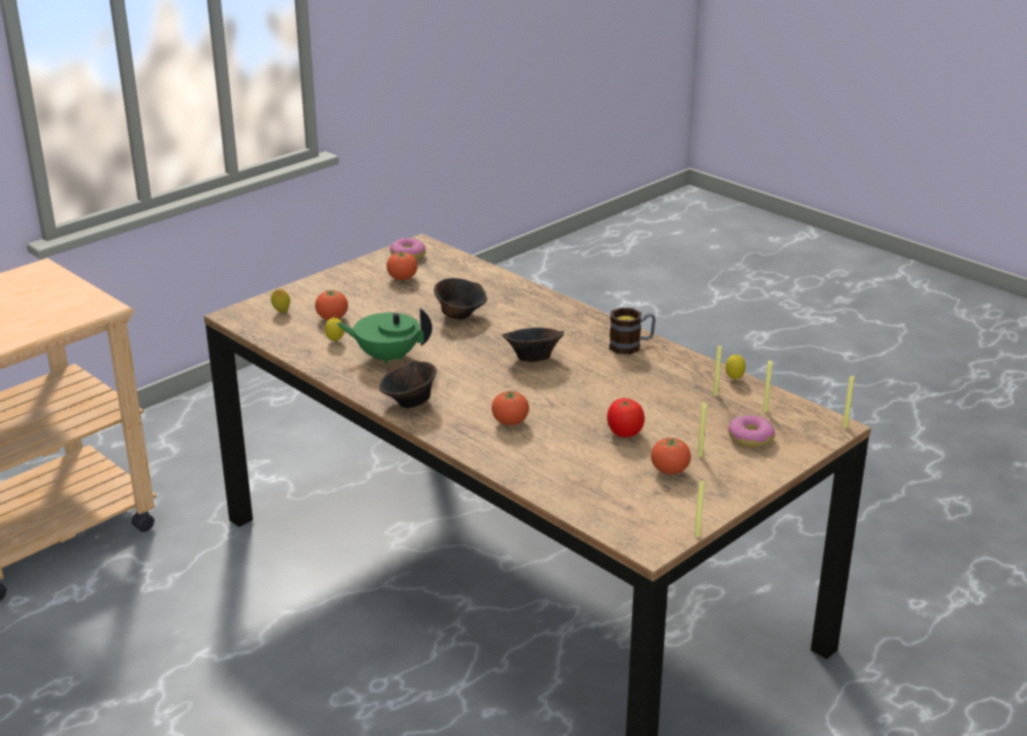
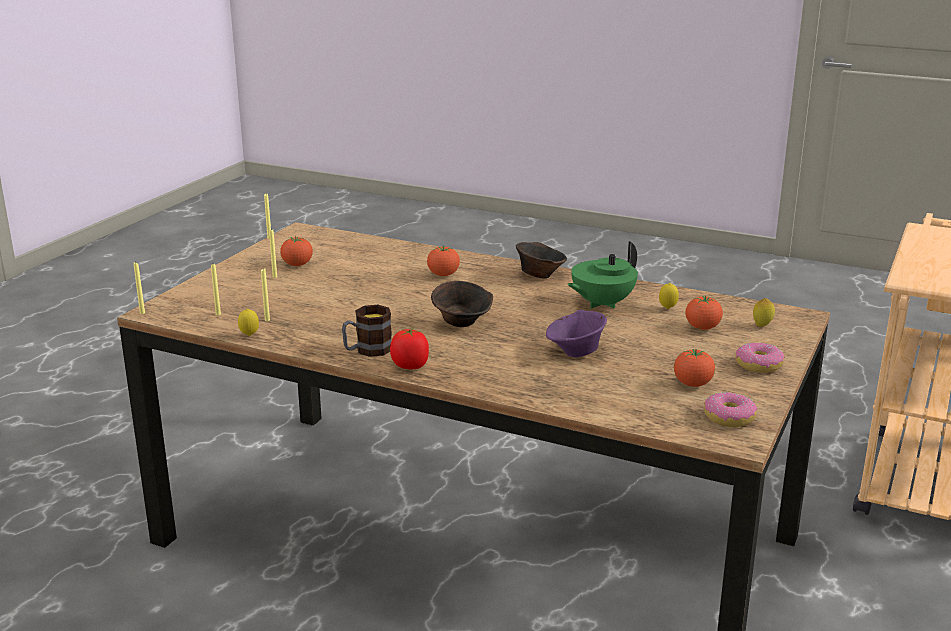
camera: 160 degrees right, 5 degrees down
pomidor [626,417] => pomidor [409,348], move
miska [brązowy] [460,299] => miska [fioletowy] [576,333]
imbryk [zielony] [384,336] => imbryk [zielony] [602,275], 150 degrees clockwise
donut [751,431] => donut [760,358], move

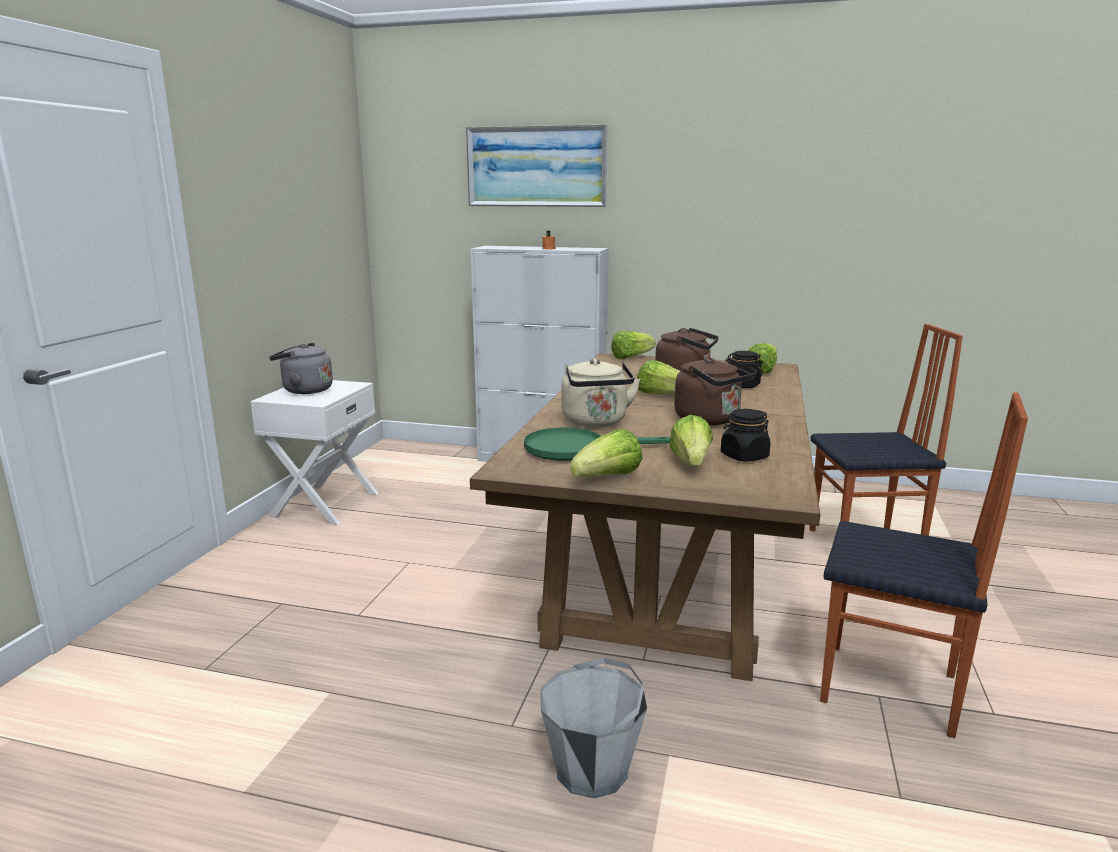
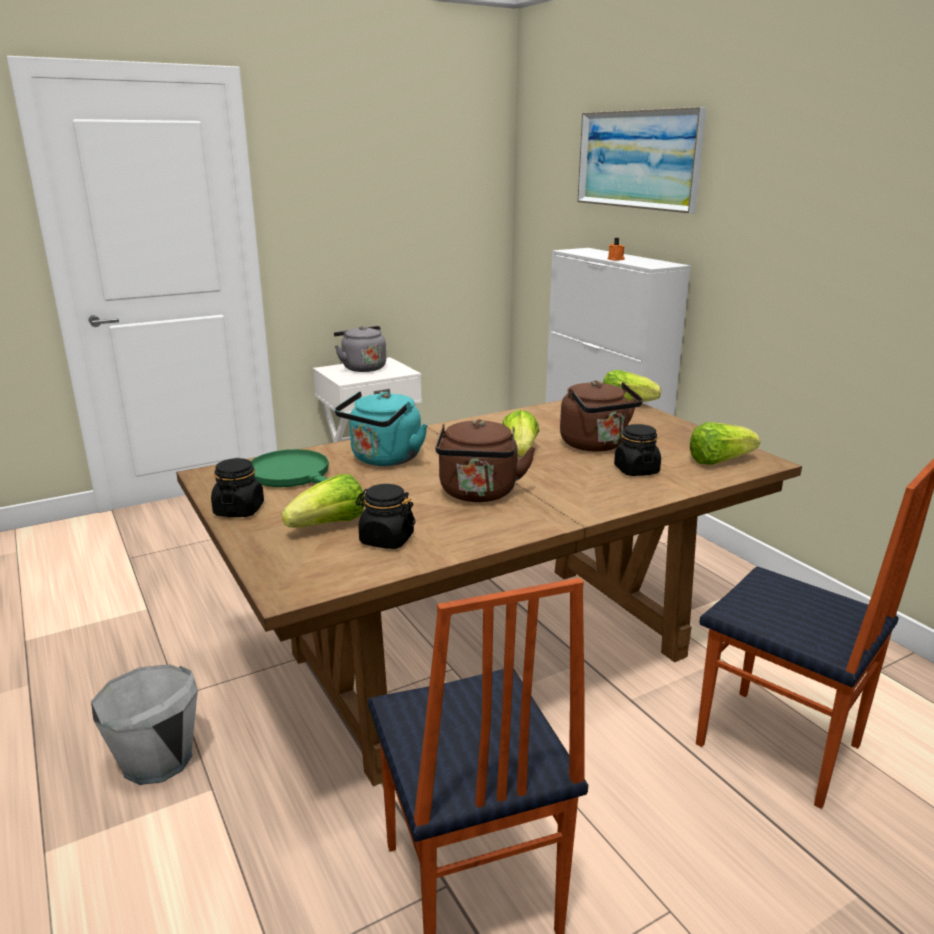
camera: 45 degrees right, 5 degrees up
sałata [606,453] => słoik [czarny] [237,487]
czajnik [beżowy] [601,392] => czajnik [turkusowy] [381,428]

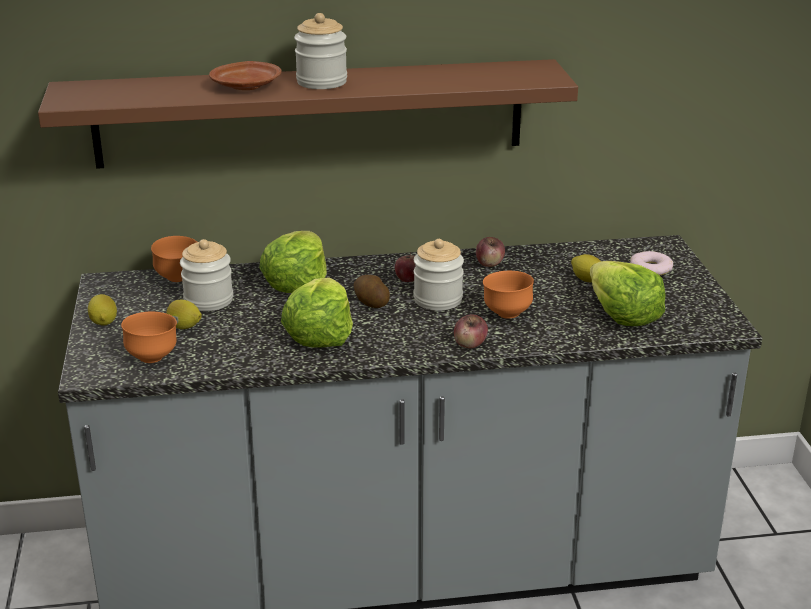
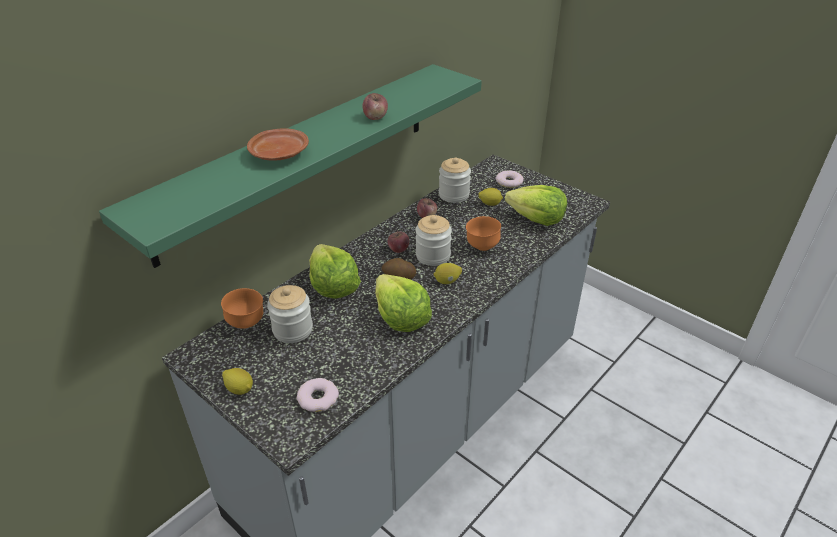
camera: 40 degrees left, 10 degrees up
półka [brązowy] [308,114] => półka [zielony] [290,166]
miska [pomarańczowy] [149,337] => donut [318,395]
jabłko [471,331] => jabłko [375,106], move
cytryna [184,314] => cytryna [447,273], move
słoik [320,51] => słoik [455,180], move

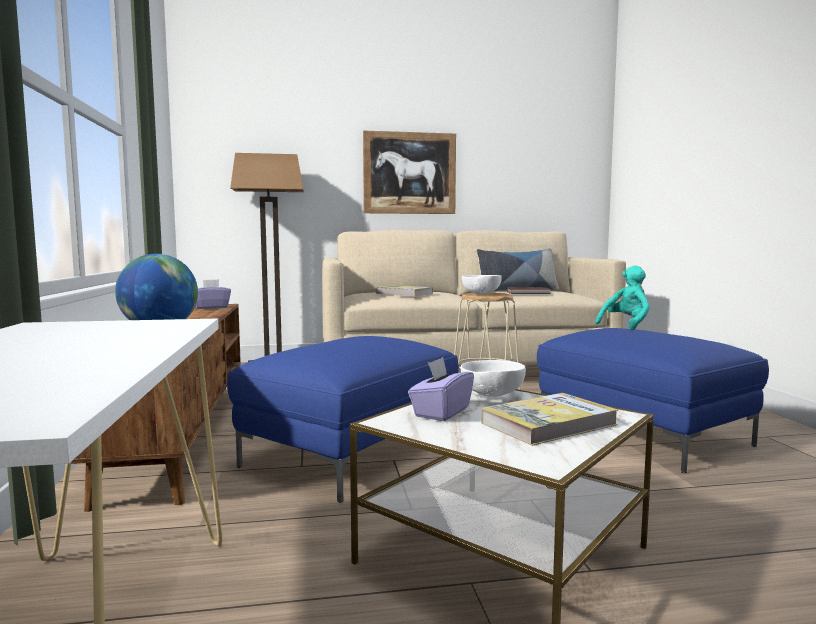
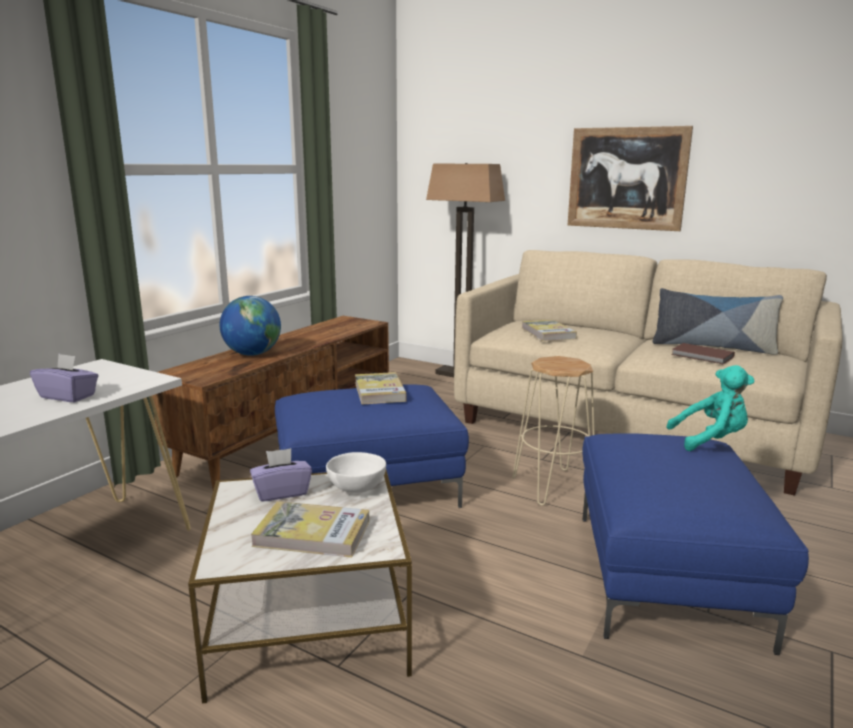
camera: 40 degrees right, 10 degrees up
pudełko chusteczek [fioletowy] [213,294] => pudełko chusteczek [fioletowy] [64,378], move
nothing => książka [380,388]
miska [biały] [482,284] => nothing

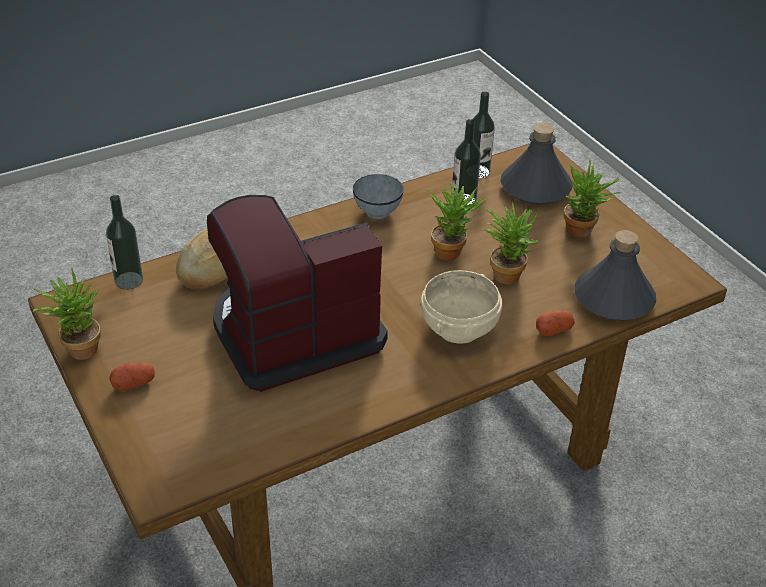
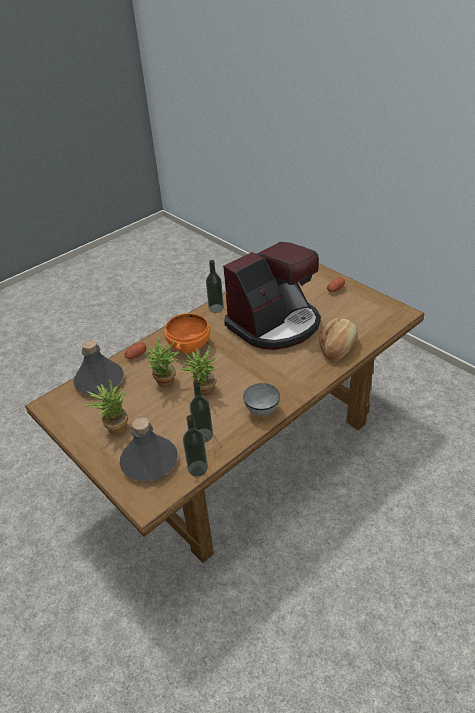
camera: 170 degrees right, 0 degrees up
miska [beżowy] [461,307] => miska [pomarańczowy] [187,333]
butelka [124,242] => butelka [215,286], move
roślina doniczkowa [67,313] => nothing

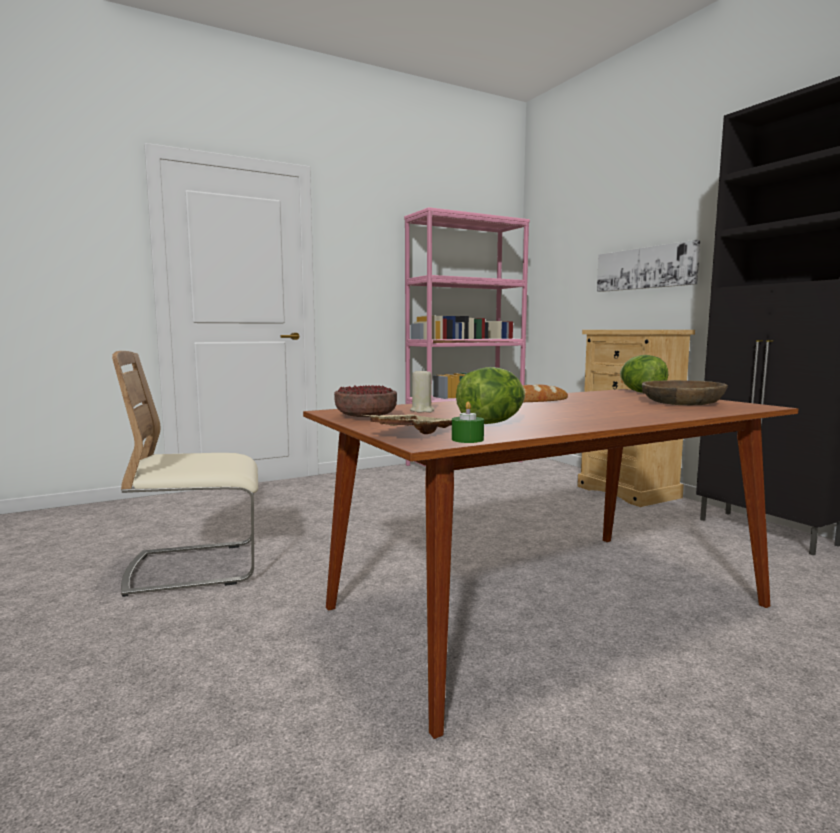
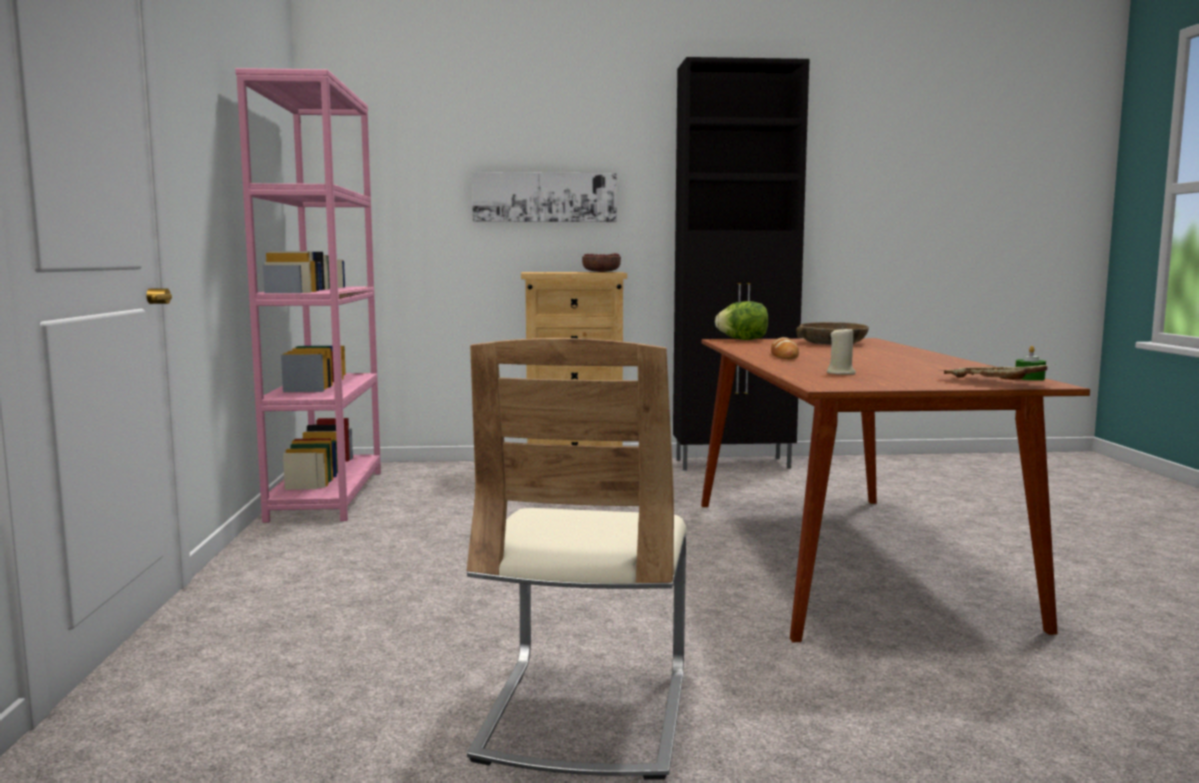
camera: 65 degrees left, 0 degrees up
miska [365,401] => miska [601,262], move
sałata [490,395] => nothing

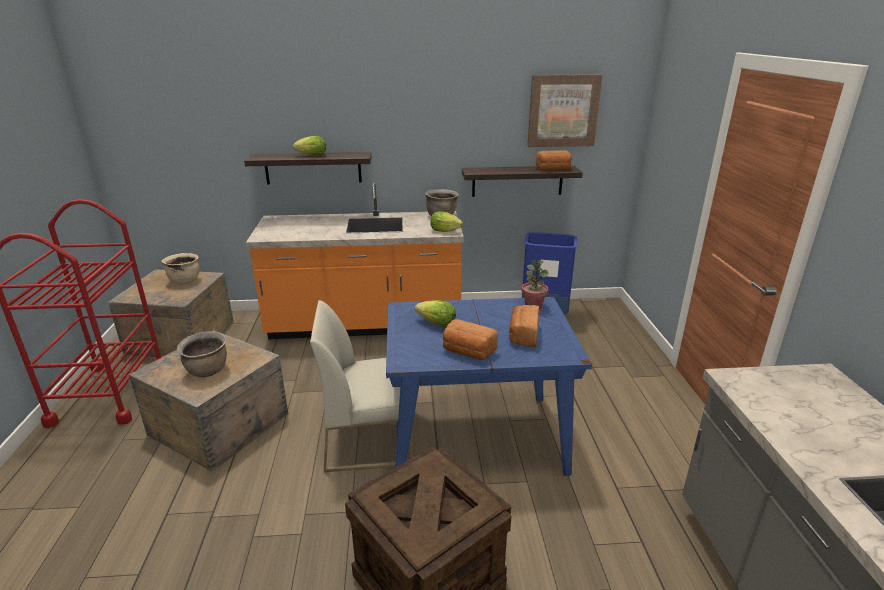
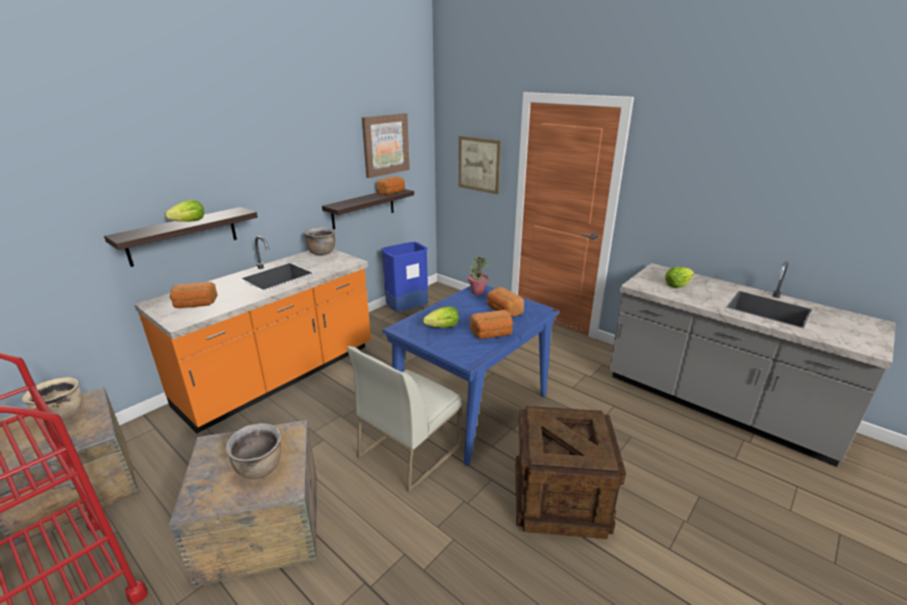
camera: 45 degrees left, 0 degrees up
nothing => chleb [194,295]
nothing => obraz [480,165]
sałata [447,221] => sałata [679,277], move

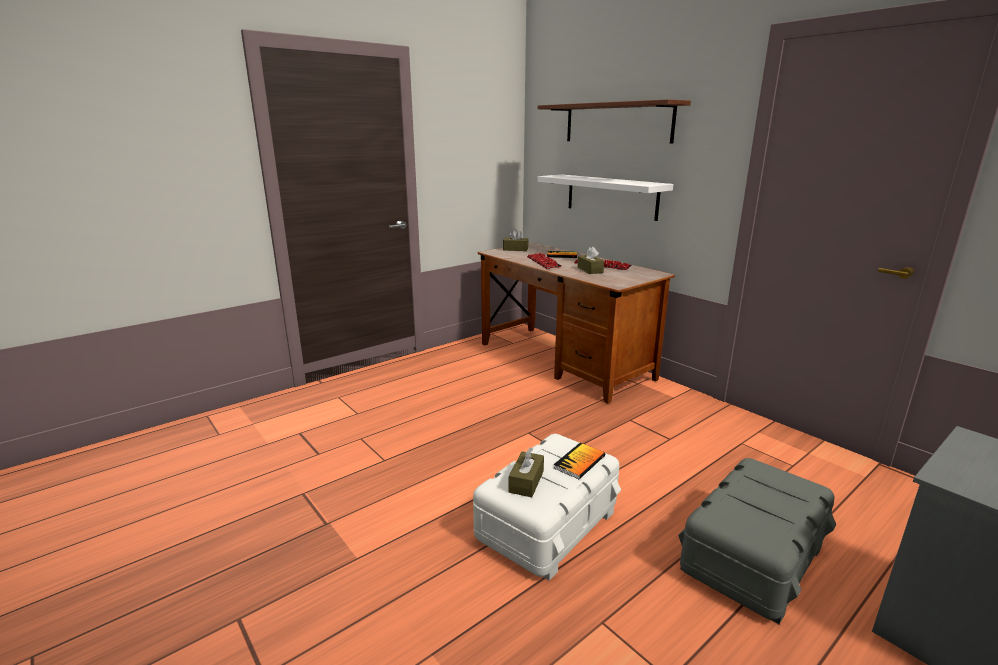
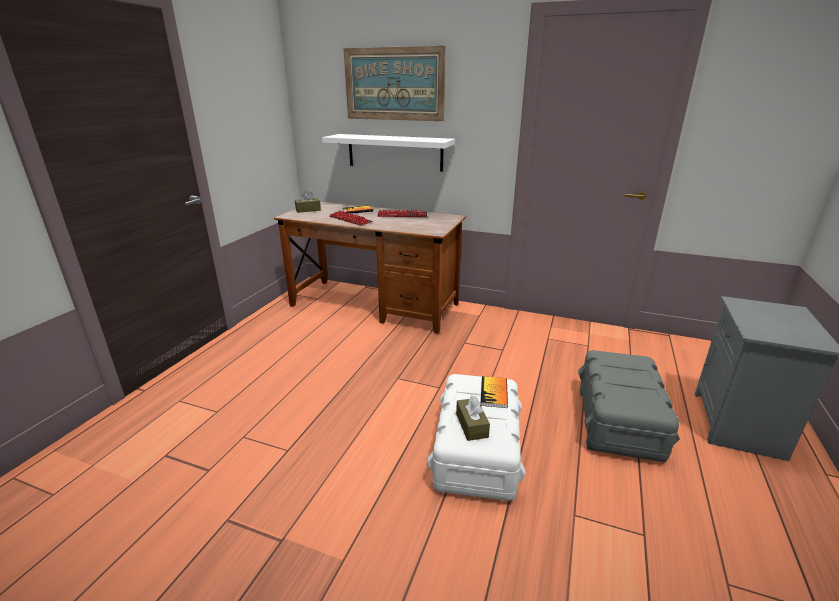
camera: 30 degrees left, 5 degrees up
półka [614,121] => obraz [395,83]
pudełko chusteczek [brązowy] [590,260] => nothing

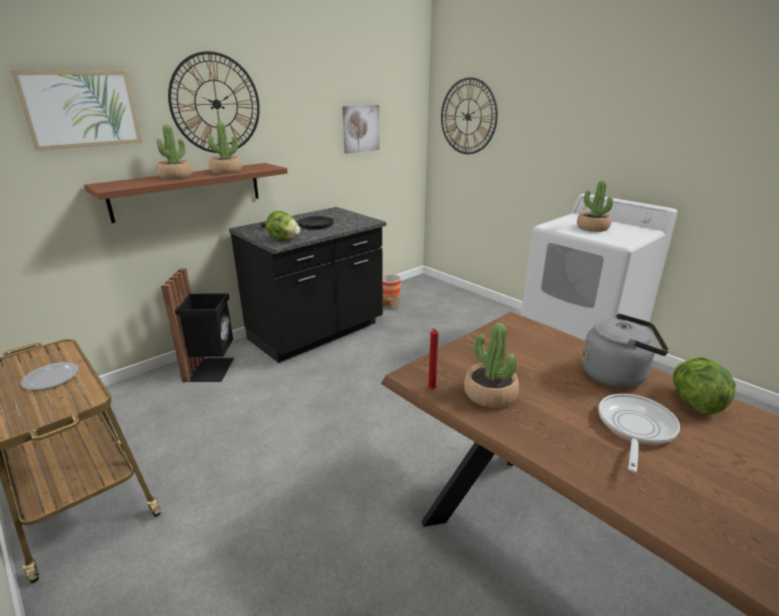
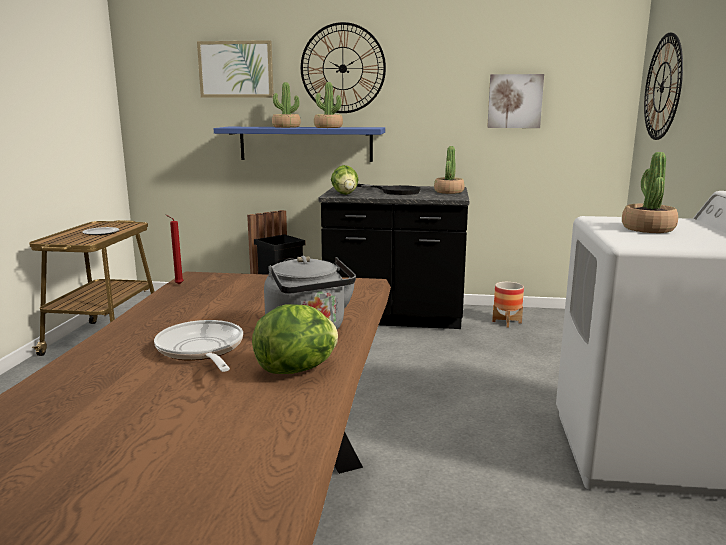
camera: 50 degrees right, 10 degrees down
patelnia [639,433] => patelnia [198,346], 105 degrees counterclockwise
półka [brązowy] [186,193] => półka [niebieski] [299,144]
roślina doniczkowa [491,365] => roślina doniczkowa [449,170], move

